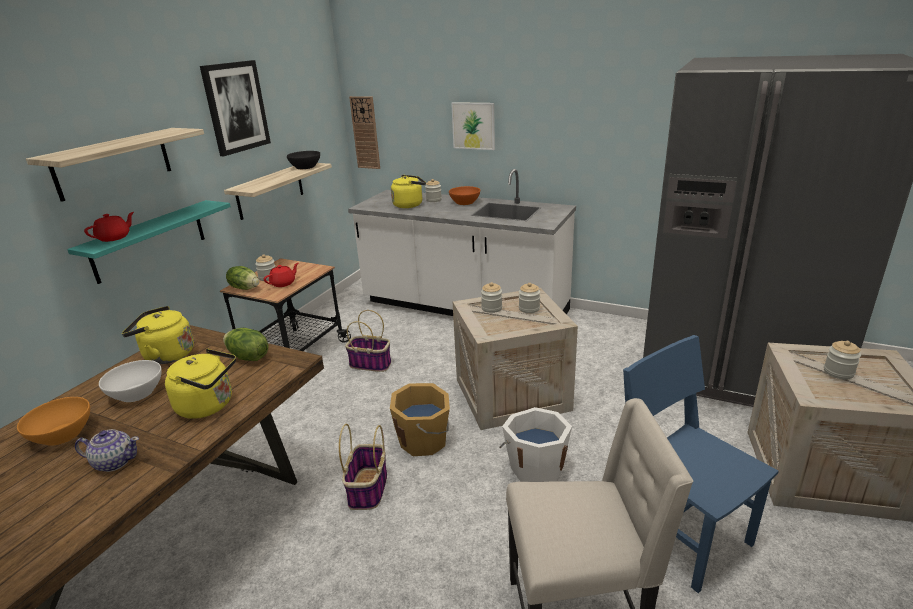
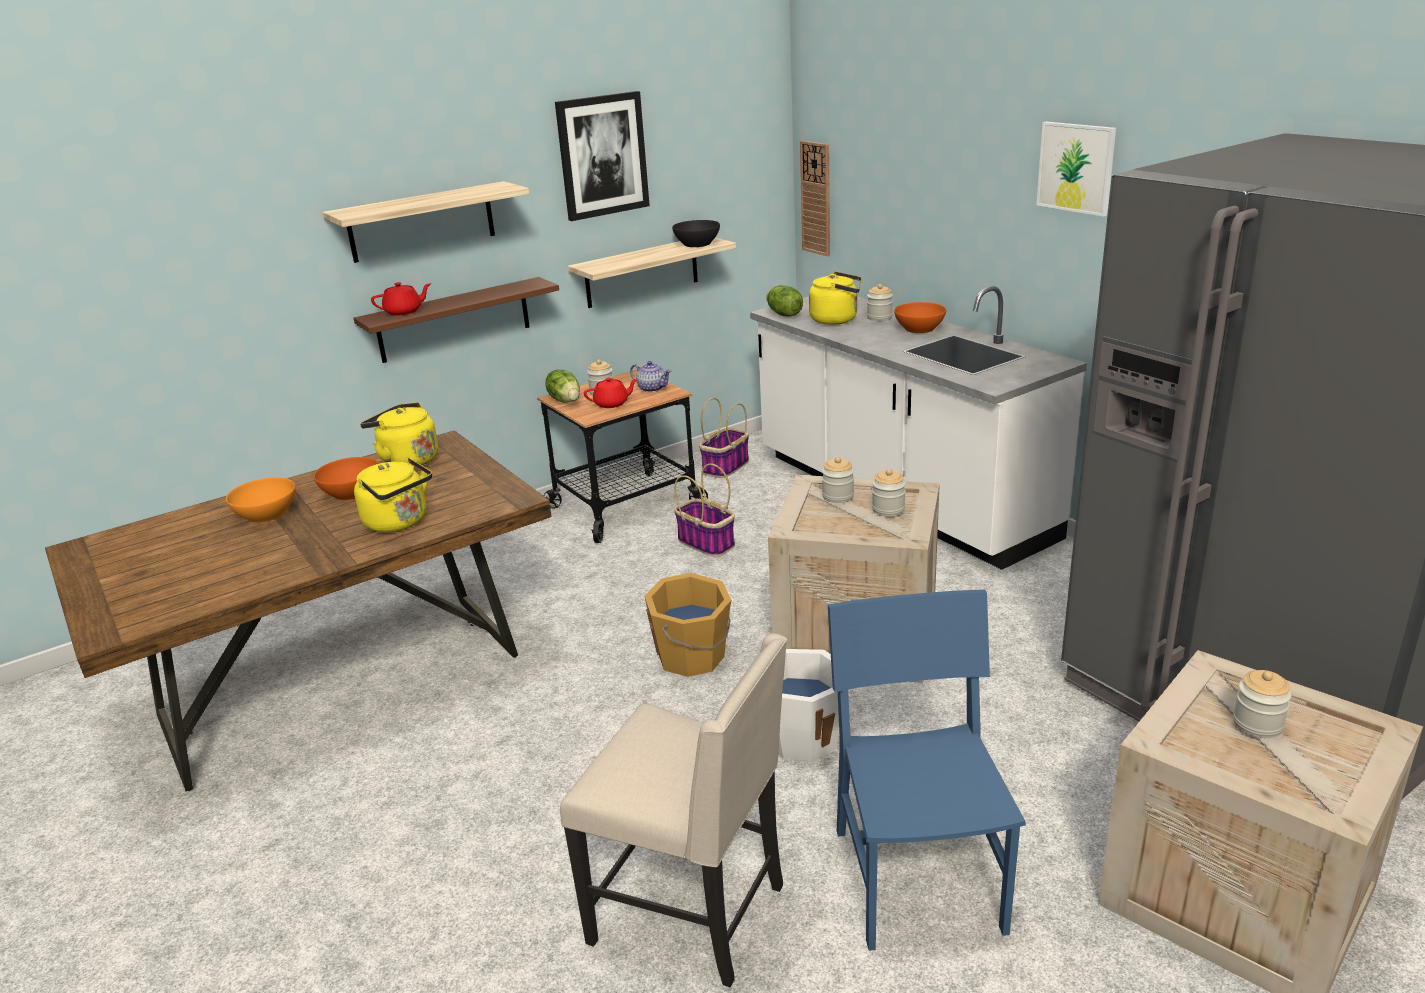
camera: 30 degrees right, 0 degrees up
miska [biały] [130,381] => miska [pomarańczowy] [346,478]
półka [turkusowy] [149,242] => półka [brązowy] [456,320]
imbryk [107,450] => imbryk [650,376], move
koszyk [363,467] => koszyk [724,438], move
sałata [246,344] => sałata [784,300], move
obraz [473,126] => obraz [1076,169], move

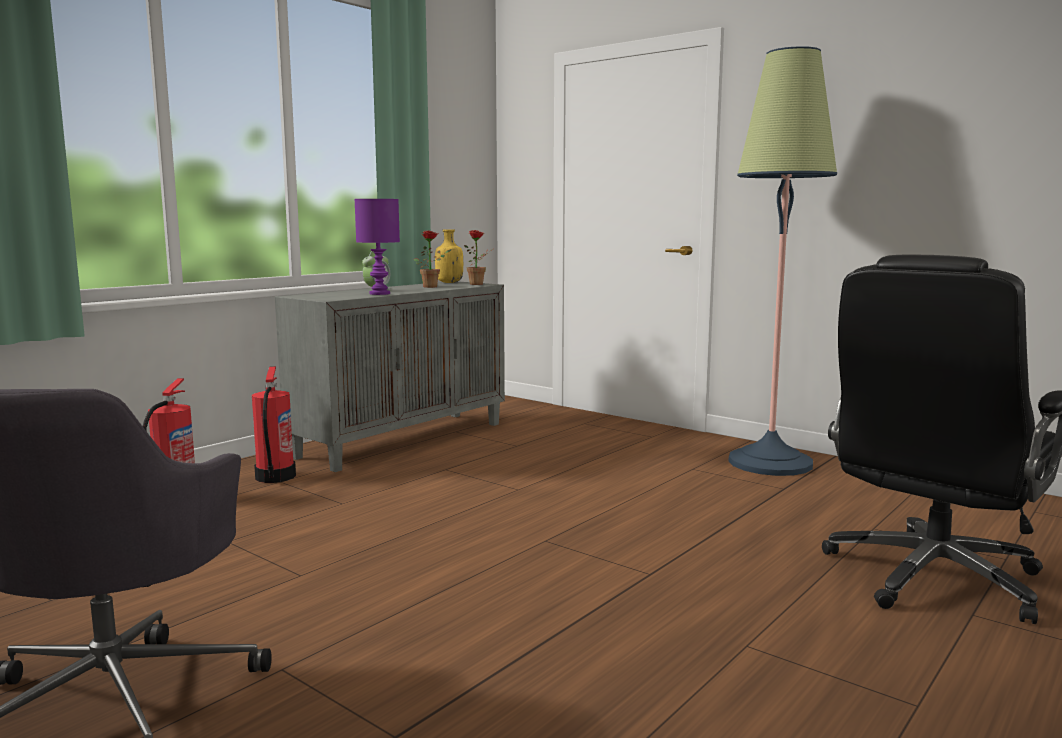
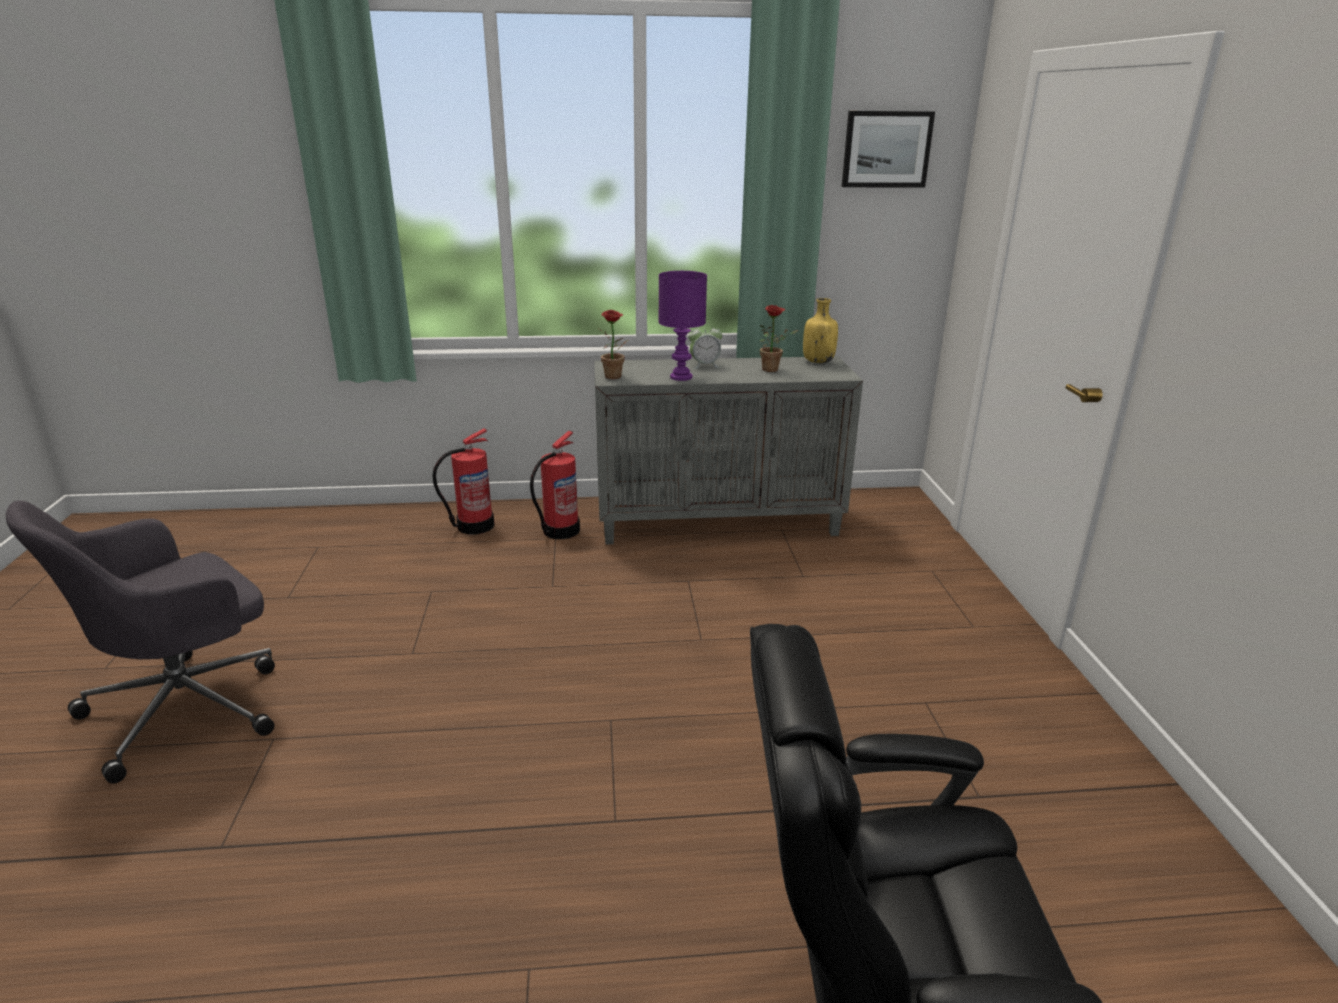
camera: 45 degrees right, 15 degrees up
roślina doniczkowa [478,257] => roślina doniczkowa [613,344], move
nothing => obraz [888,149]
lampa stojąca [782,261] => nothing

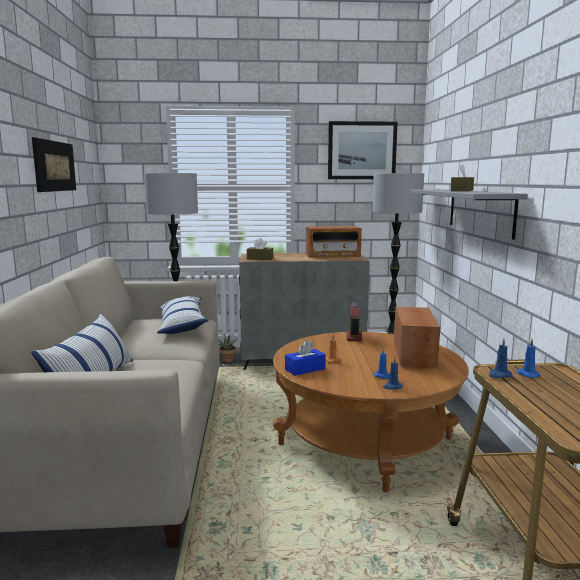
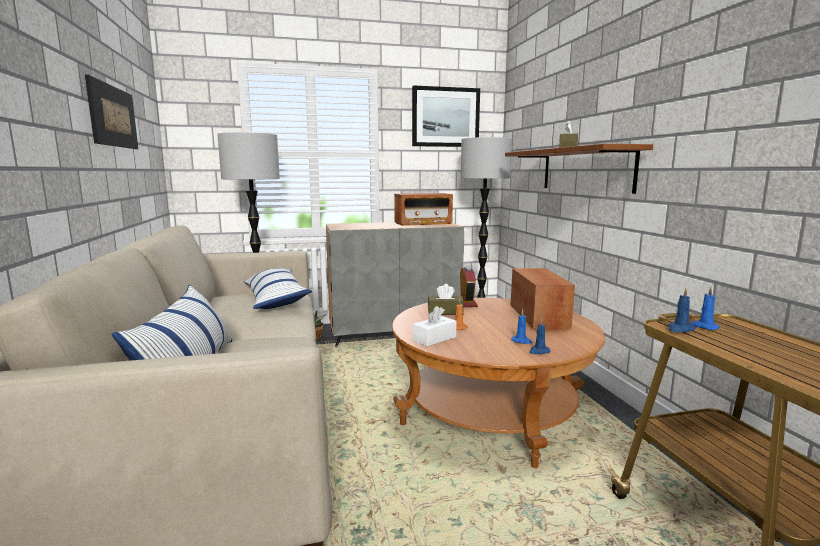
camera: 10 degrees left, 0 degrees up
pudełko chusteczek [niebieski] [305,358] => pudełko chusteczek [biały] [434,326]
pudełko chusteczek [brązowy] [260,249] => pudełko chusteczek [brązowy] [446,299], move
półka [szary] [469,215] => półka [brązowy] [579,169]

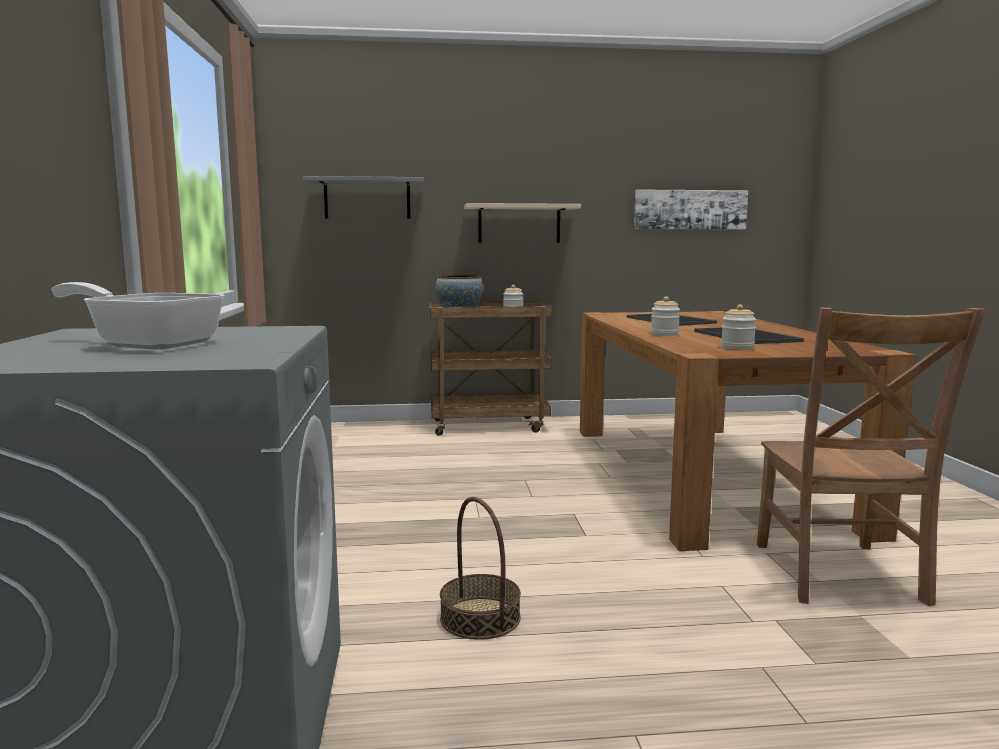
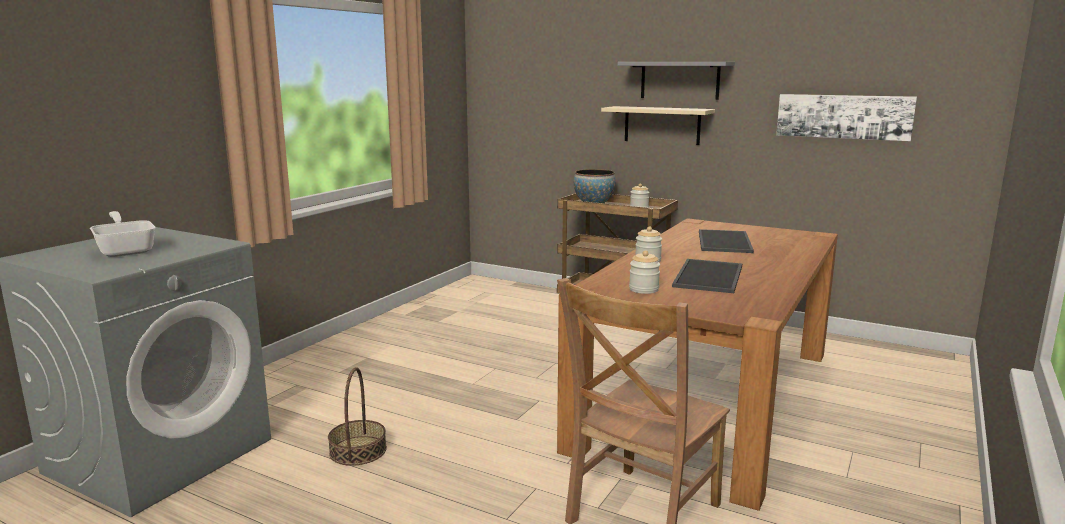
camera: 35 degrees right, 5 degrees up
półka [szary] [363,197] => półka [szary] [676,81], move

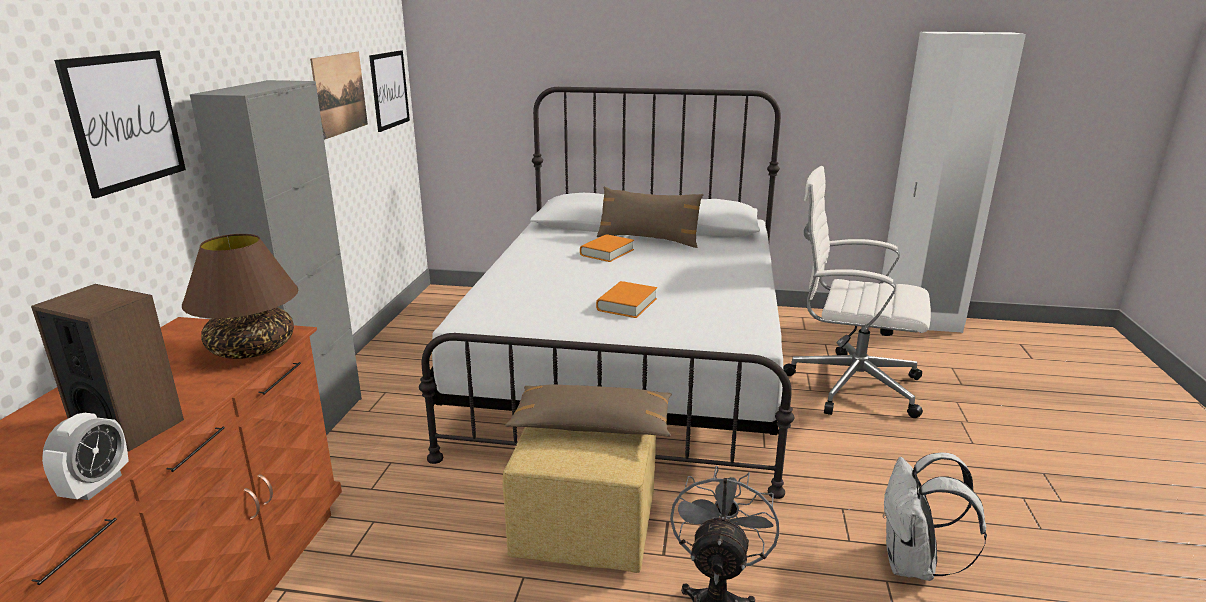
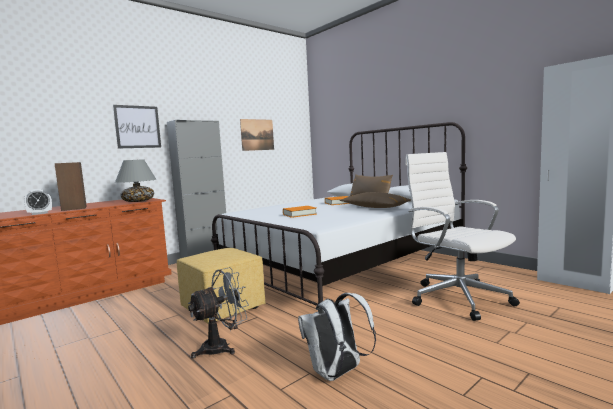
camera: 40 degrees right, 15 degrees down
lampa stołowa [brązowy] [240,296] => lampa stołowa [szary] [136,180]
poduszka [brązowy] [588,410] => poduszka [brązowy] [375,200], move
obraz [389,91] => nothing

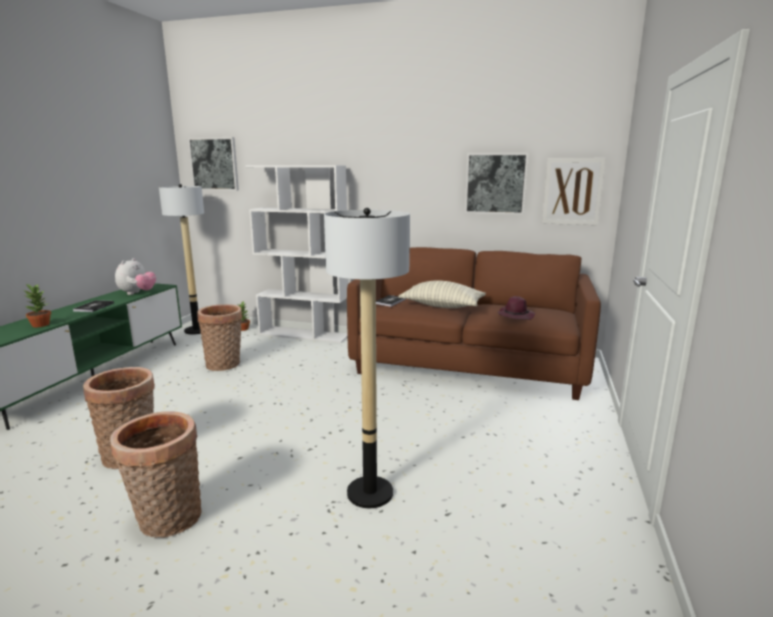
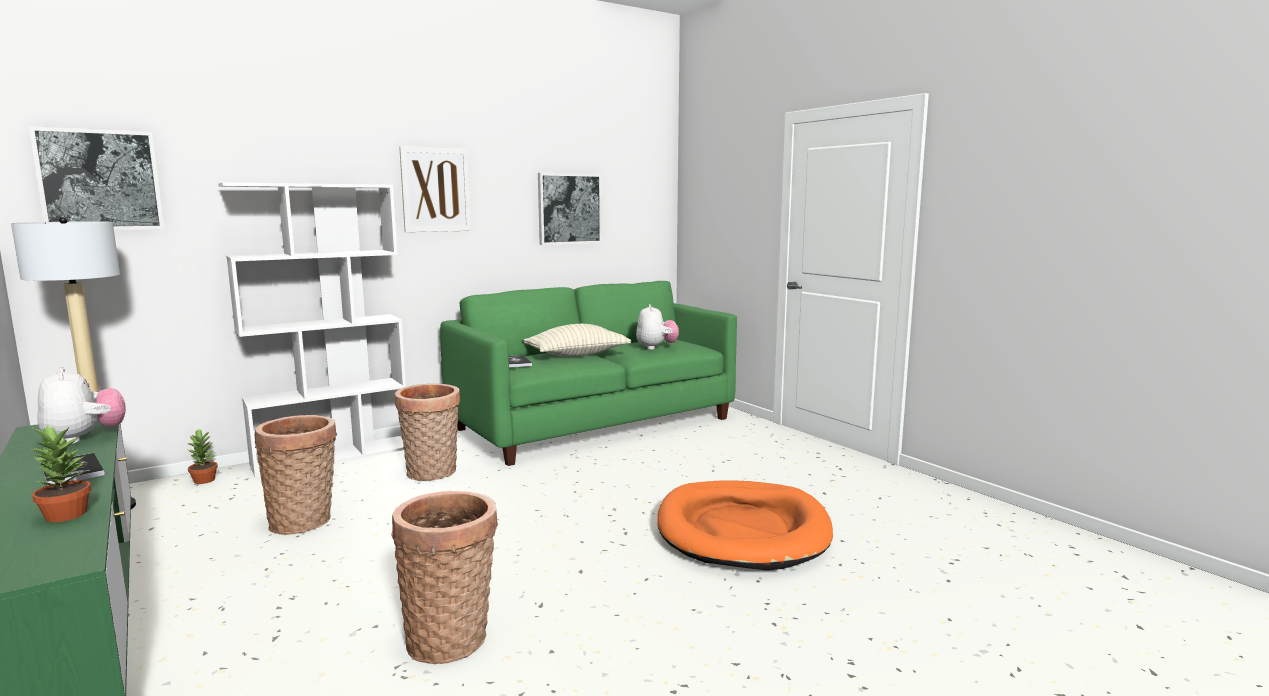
camera: 50 degrees left, 5 degrees down
koszyk [156,474] => koszyk [427,432], move
obraz [574,191] => obraz [435,189], move
kanapa [brązowy] [474,323] => kanapa [zielony] [588,373]
kapelusz [fioletowy] [516,308] => pluszak [657,327]
lampa stojąca [367,358] => legowisko [pomarańczowy] [745,525]

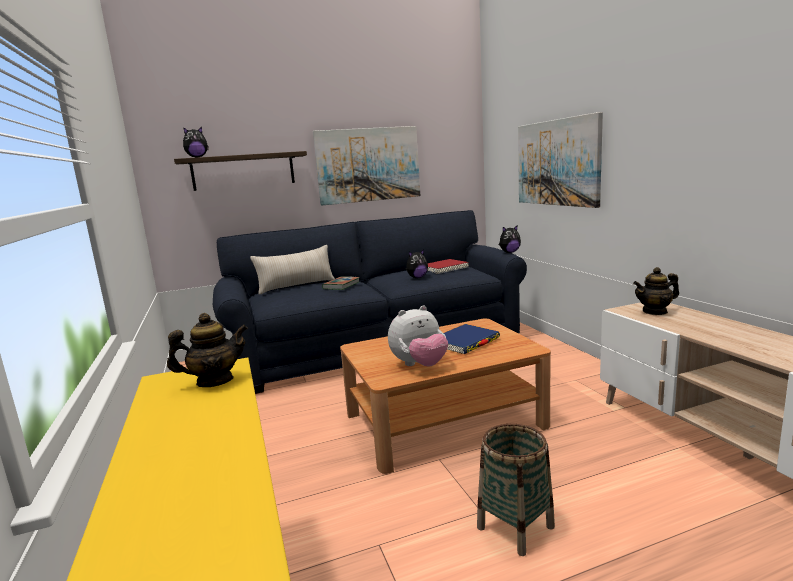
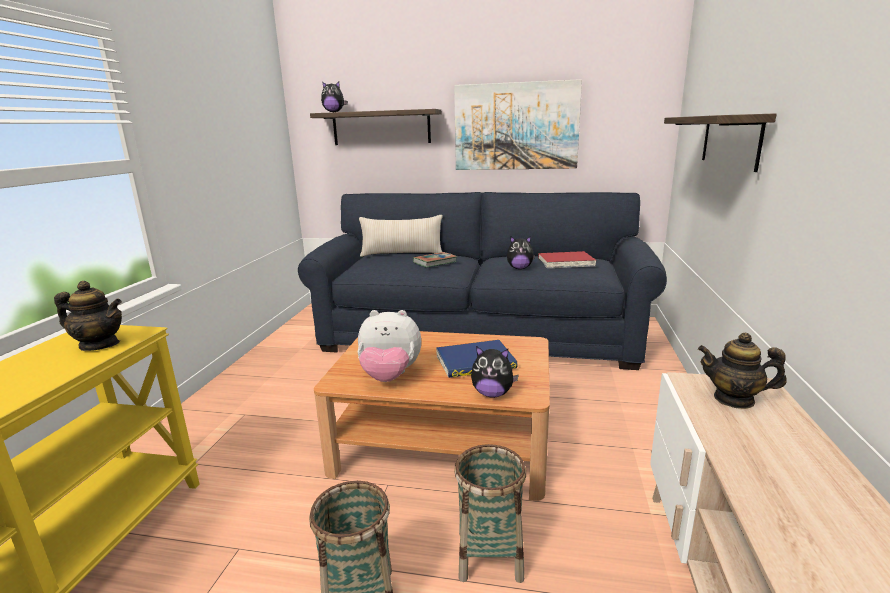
camera: 30 degrees right, 5 degrees up
nothing => koszyk [490,513]
pluszak [510,239] => pluszak [495,372], move
obraz [560,160] => półka [720,142]

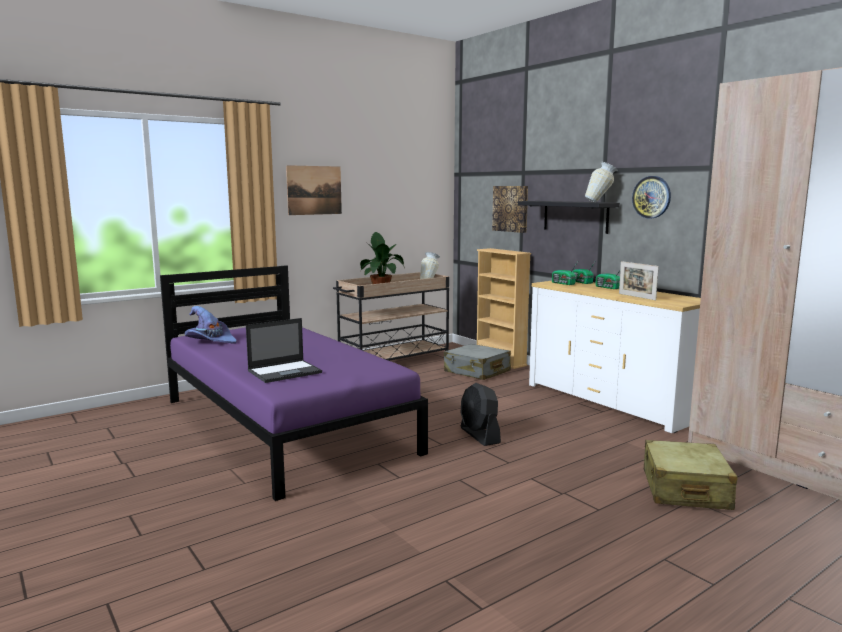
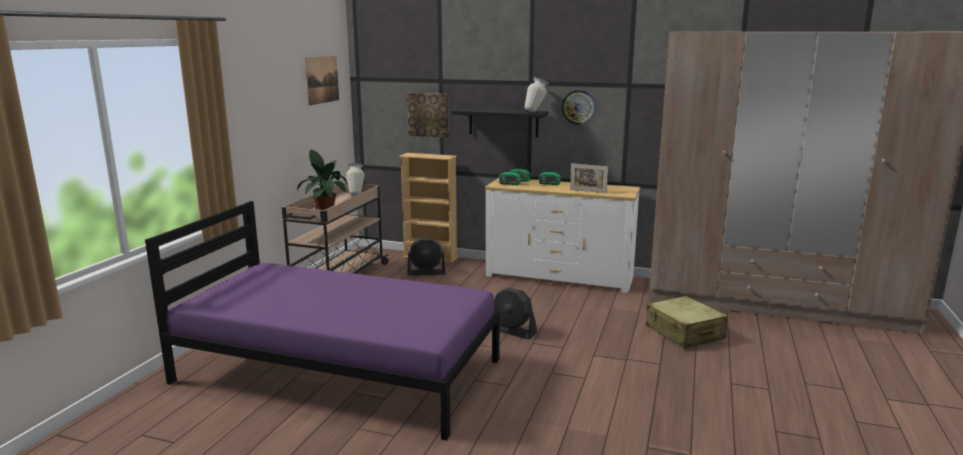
camera: 35 degrees left, 5 degrees up
obraz [314,190] => obraz [322,81], move
walizka [szary] [477,362] => wentylator [czarny] [426,256]
kapelusz [fioletowy] [211,325] => nothing
laptop [284,350] => nothing

